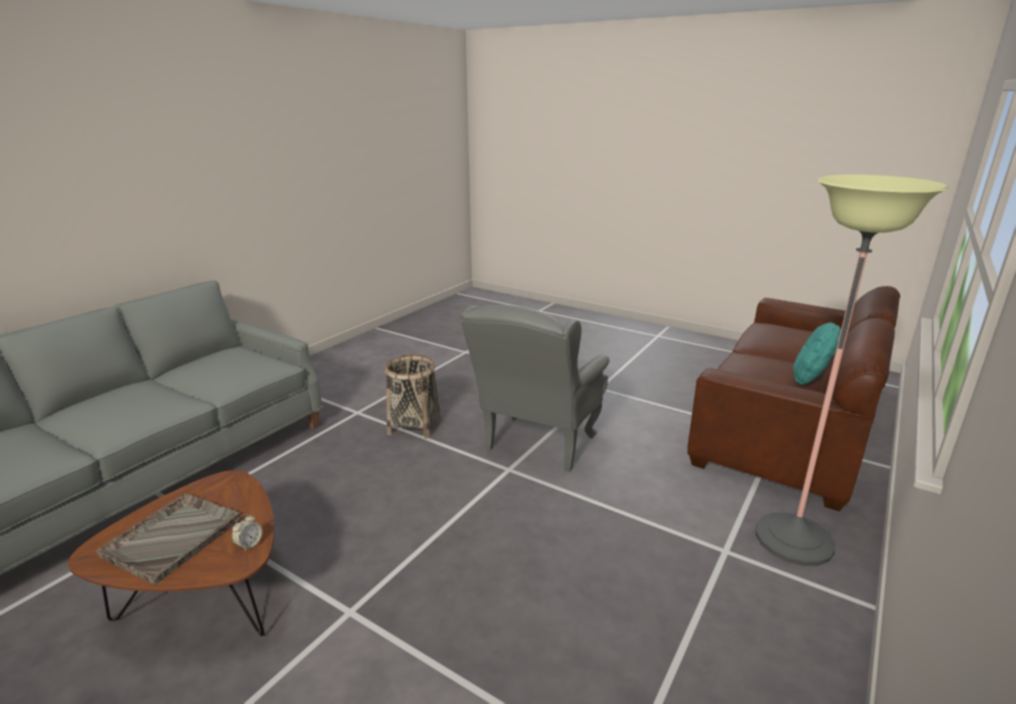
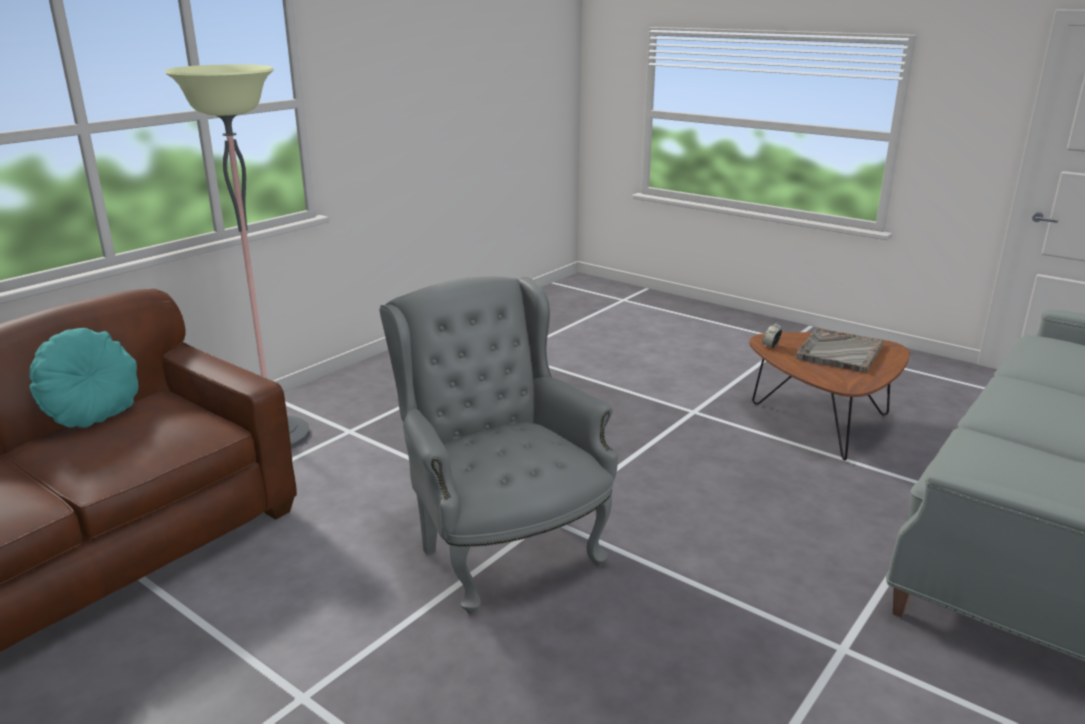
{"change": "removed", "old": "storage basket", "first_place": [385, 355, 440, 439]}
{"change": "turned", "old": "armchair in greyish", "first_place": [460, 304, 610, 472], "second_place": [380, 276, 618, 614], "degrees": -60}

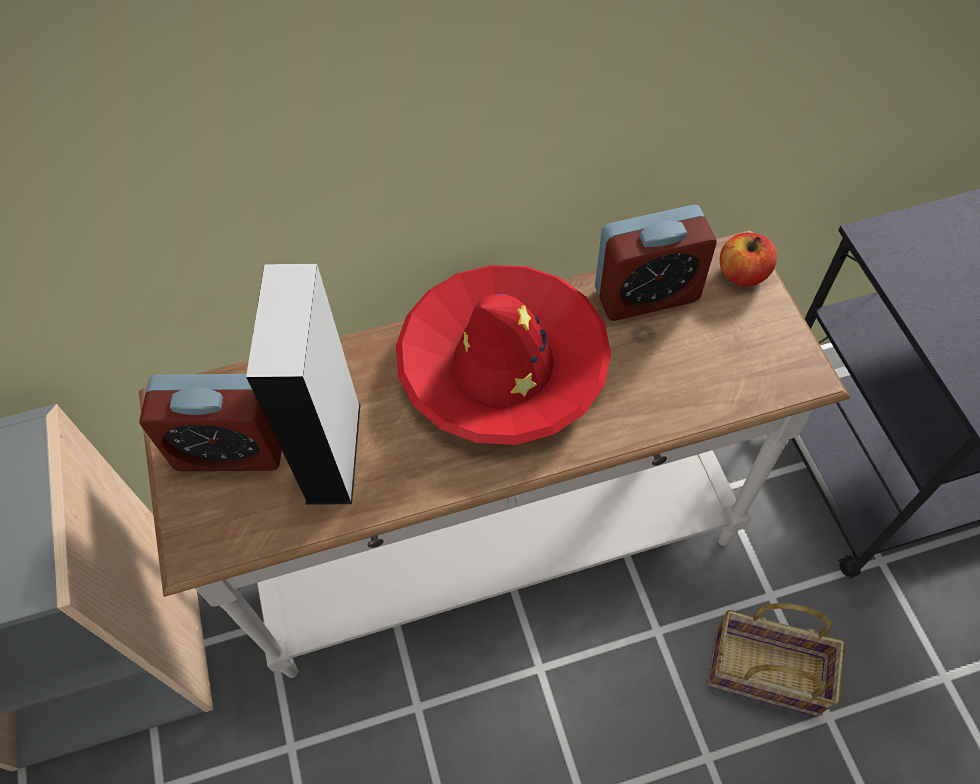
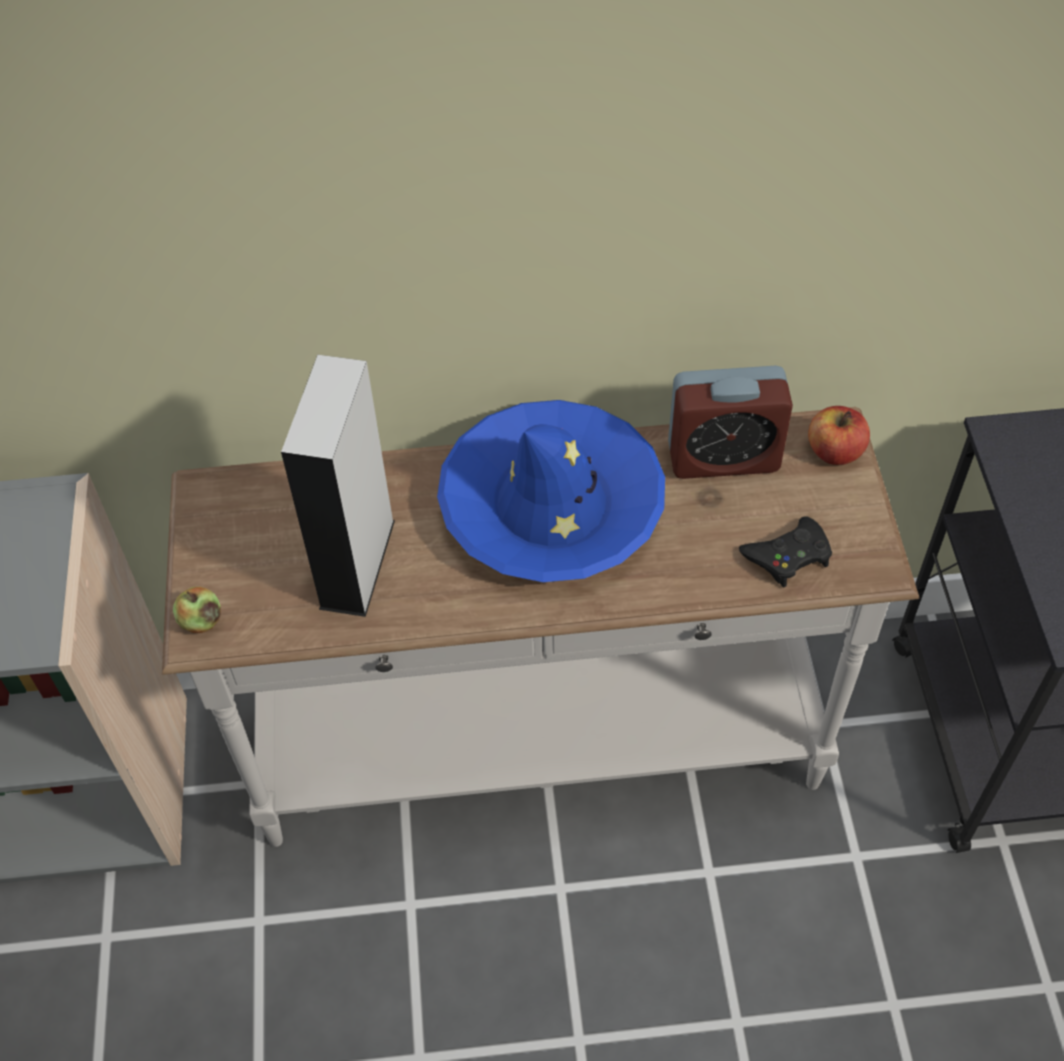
{"change": "removed", "old": "alarm clock", "first_place": [139, 374, 282, 471]}
{"change": "recoloured", "old": "hat in reddish", "new": "hat in bluish", "first_place": [396, 265, 611, 445], "second_place": [437, 400, 665, 582]}
{"change": "removed", "old": "storage basket", "first_place": [707, 603, 845, 717]}
{"change": "added", "new": "apple", "second_place": [173, 587, 221, 633]}
{"change": "added", "new": "gamepad in blackish", "second_place": [739, 516, 832, 587]}

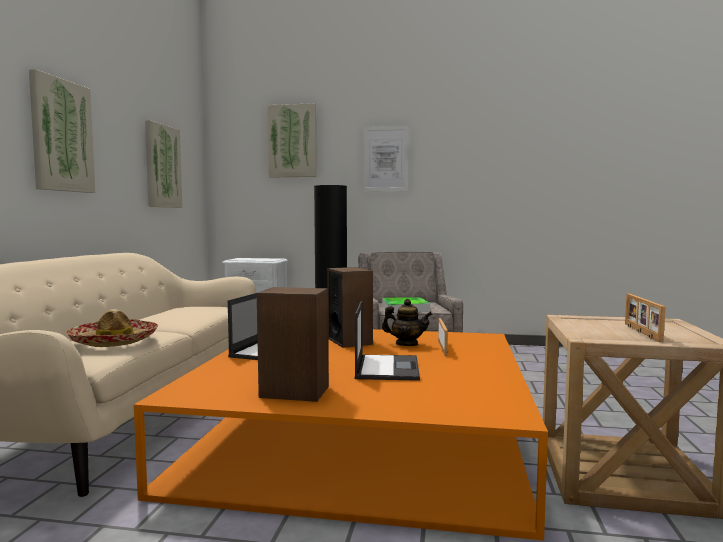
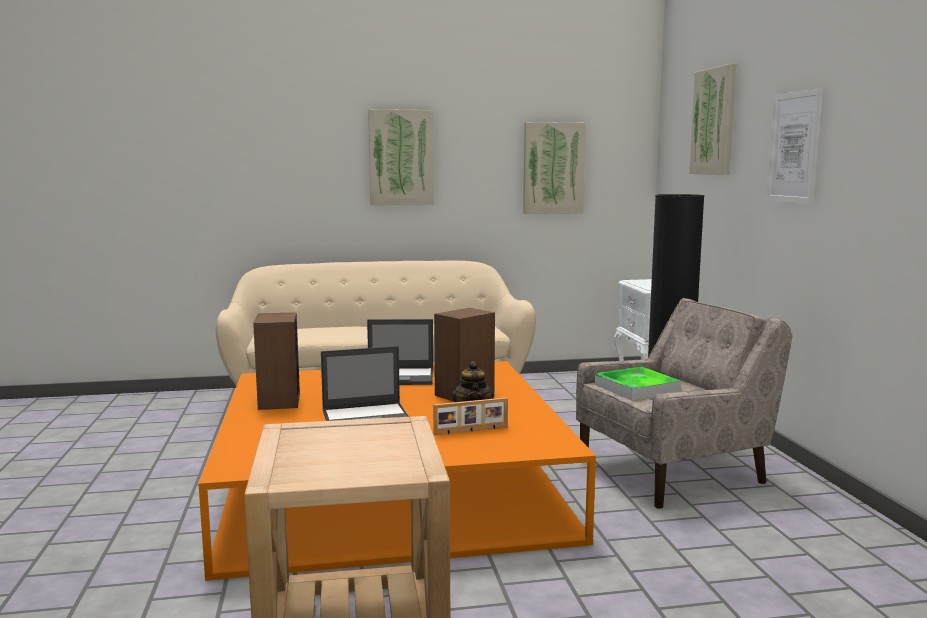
{"change": "removed", "old": "hat", "first_place": [66, 309, 158, 347]}
{"change": "removed", "old": "picture frame", "first_place": [625, 294, 666, 342]}

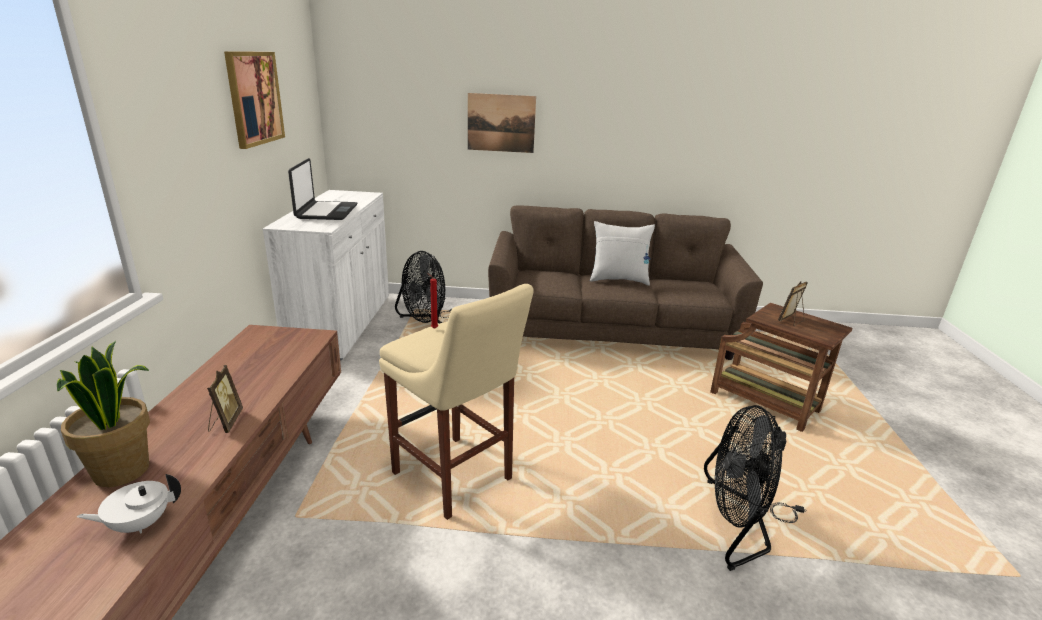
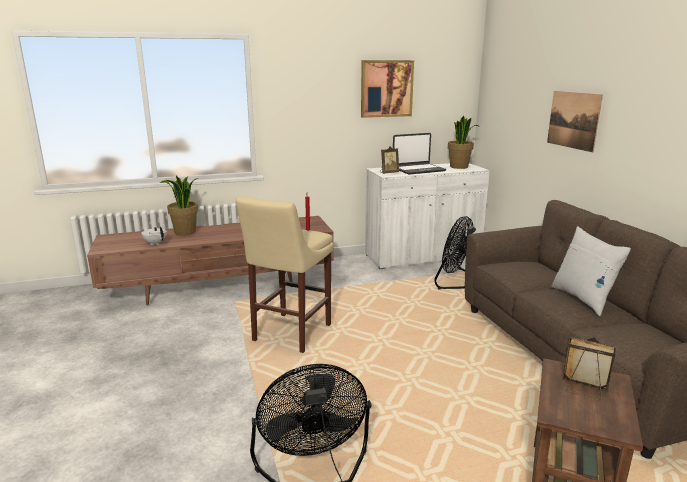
{"change": "moved", "old": "picture frame", "first_place": [207, 365, 243, 433], "second_place": [380, 147, 399, 174]}
{"change": "added", "new": "potted plant", "second_place": [448, 116, 478, 169]}

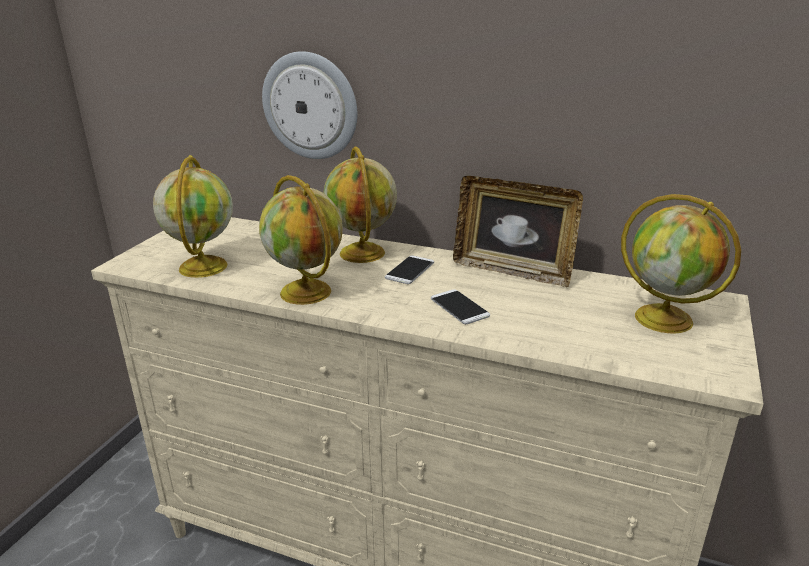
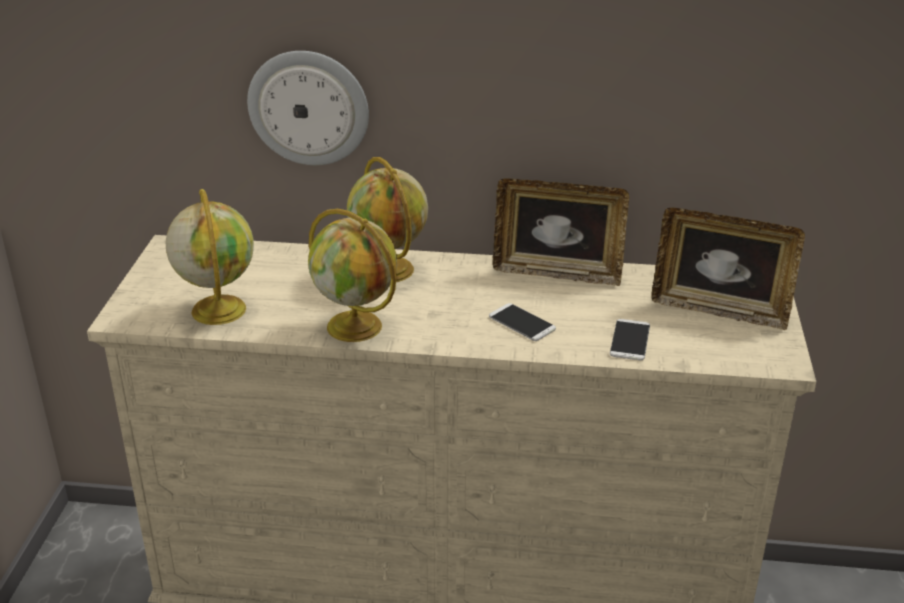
{"change": "moved", "old": "telephone", "first_place": [385, 256, 434, 284], "second_place": [610, 319, 650, 360]}
{"change": "replaced", "old": "world globe", "new": "picture frame", "first_place": [621, 194, 741, 334], "second_place": [651, 208, 805, 330]}

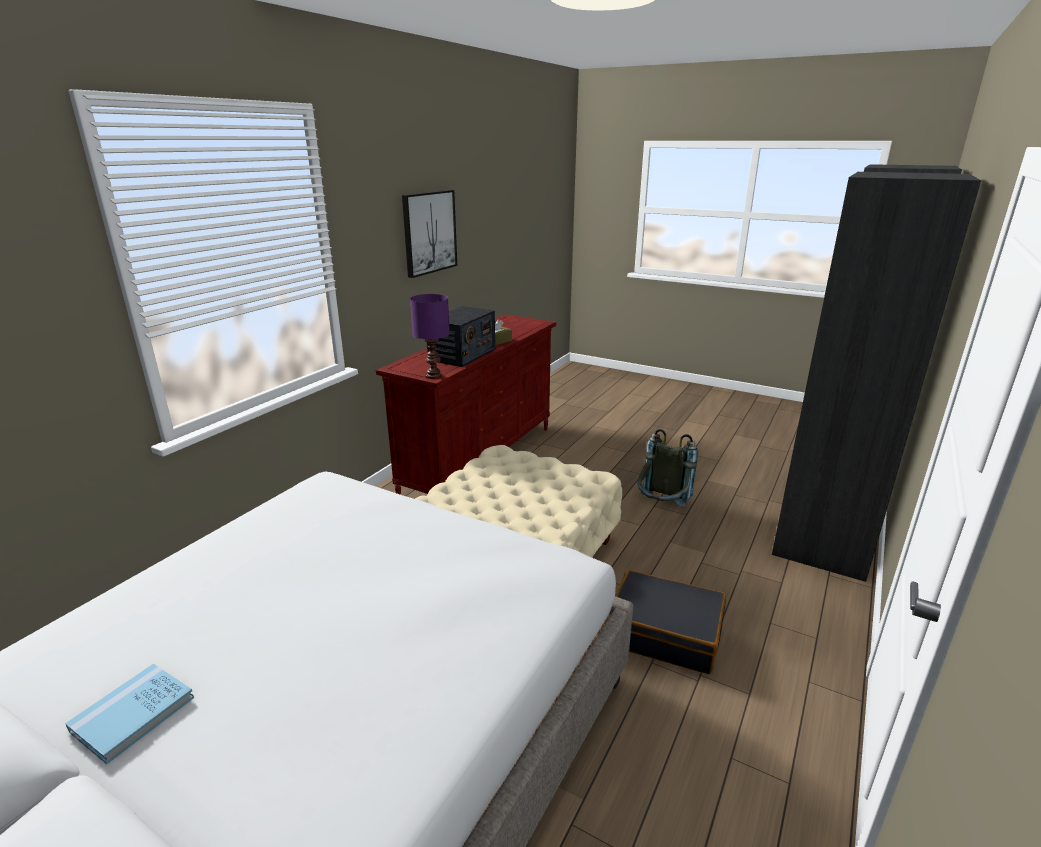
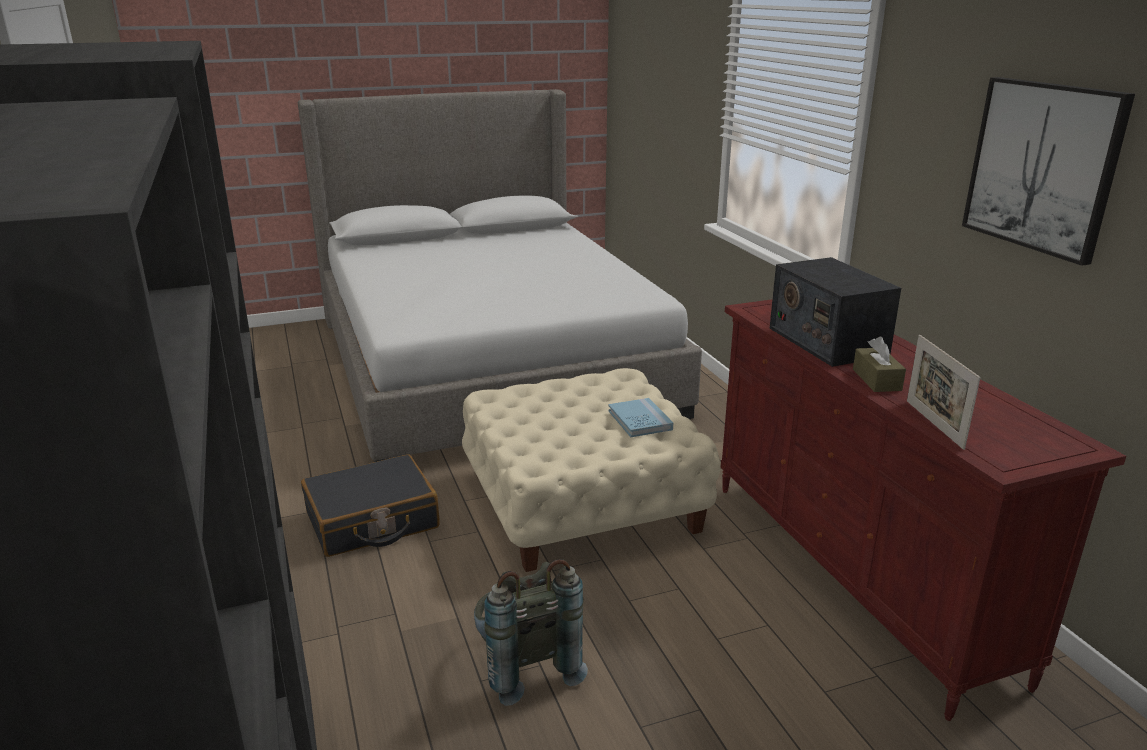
{"change": "moved", "old": "bound book in bluish", "first_place": [65, 664, 194, 764], "second_place": [608, 398, 673, 437]}
{"change": "removed", "old": "table lamp in purplish", "first_place": [410, 294, 450, 379]}
{"change": "added", "new": "picture frame", "second_place": [907, 335, 981, 450]}

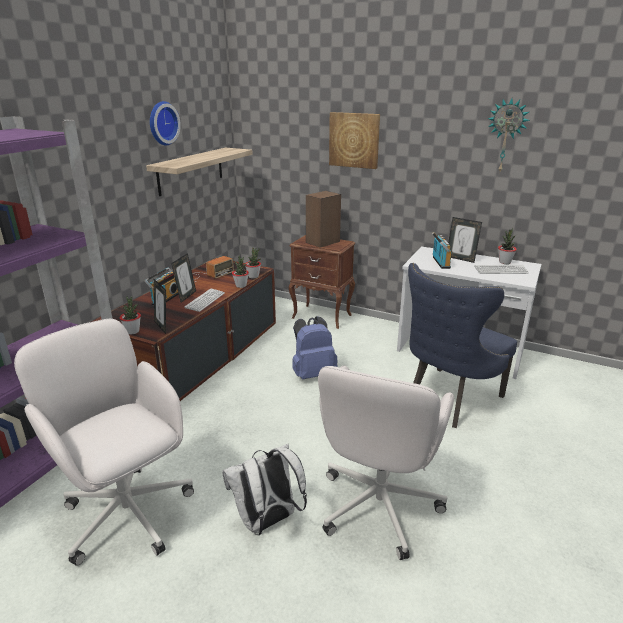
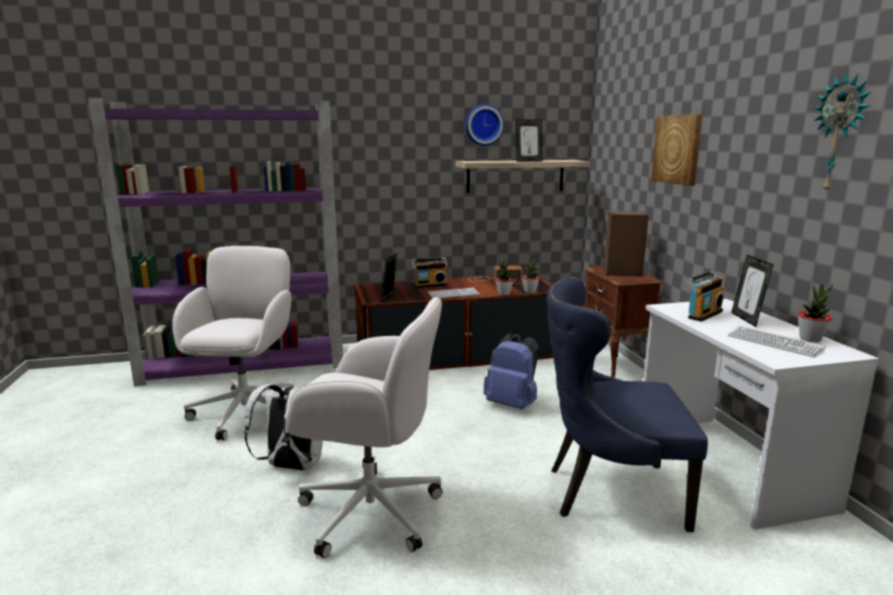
{"change": "removed", "old": "potted plant", "first_place": [120, 296, 141, 334]}
{"change": "moved", "old": "picture frame", "first_place": [171, 253, 196, 303], "second_place": [515, 119, 543, 162]}
{"change": "turned", "old": "computer chair in whitish", "first_place": [318, 365, 454, 560], "second_place": [284, 297, 442, 558], "degrees": -150}

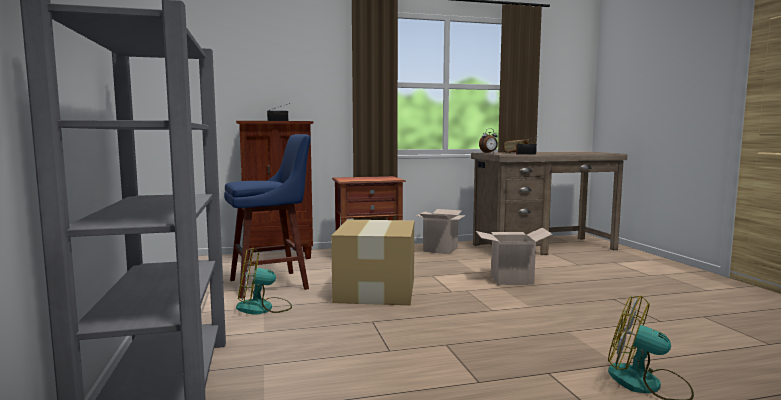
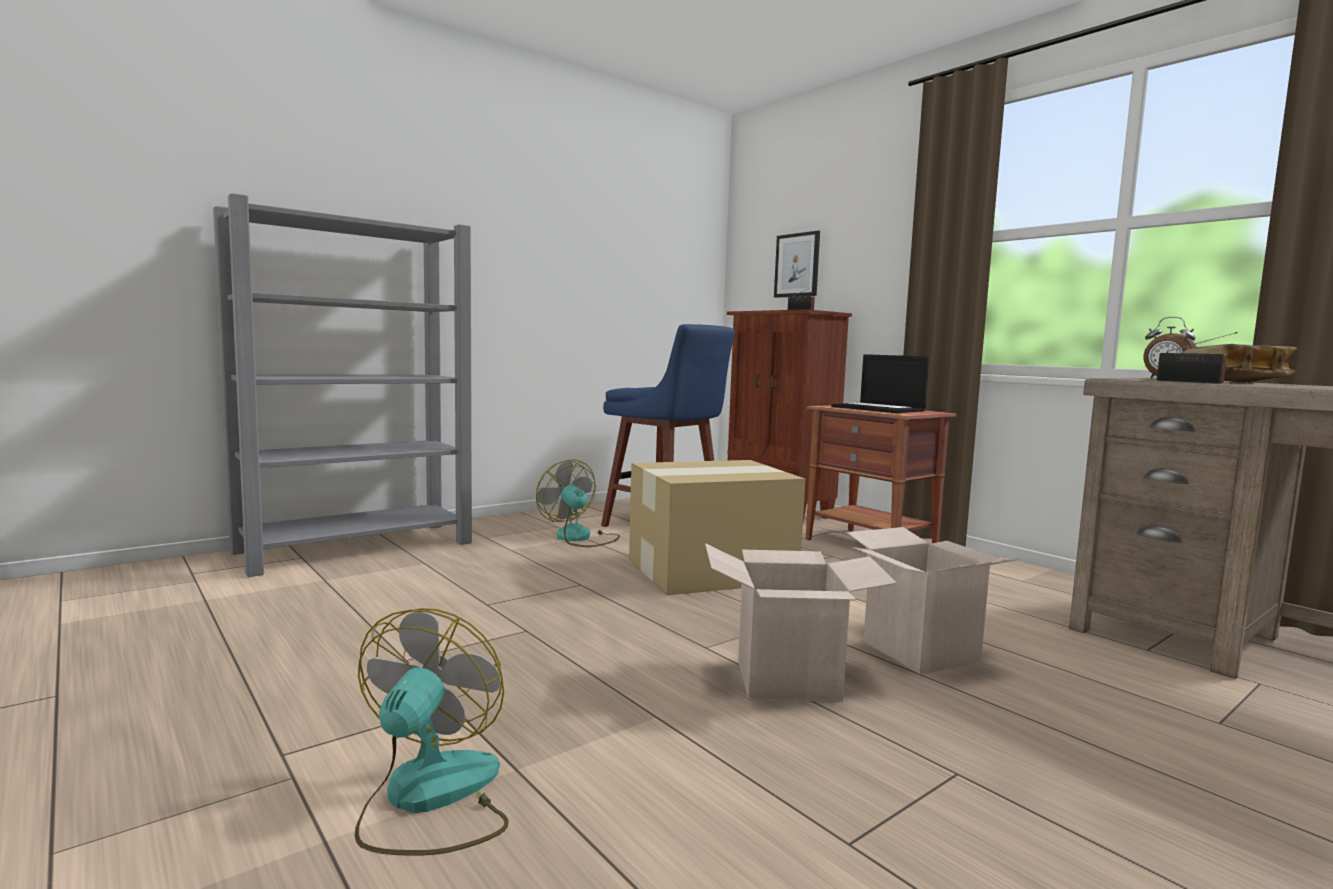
{"change": "moved", "old": "cardboard box", "first_place": [416, 209, 466, 254], "second_place": [705, 543, 897, 702]}
{"change": "added", "new": "wall picture", "second_place": [774, 231, 820, 298]}
{"change": "added", "new": "notebook computer", "second_place": [831, 354, 929, 413]}

